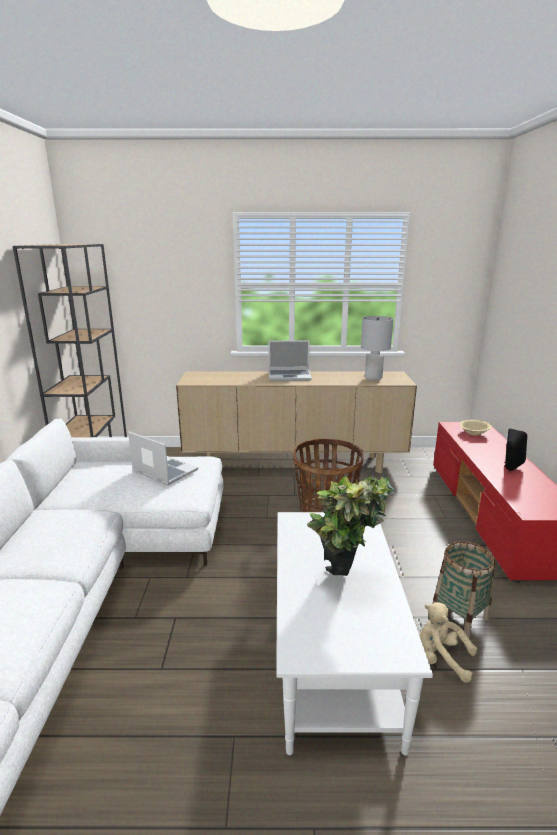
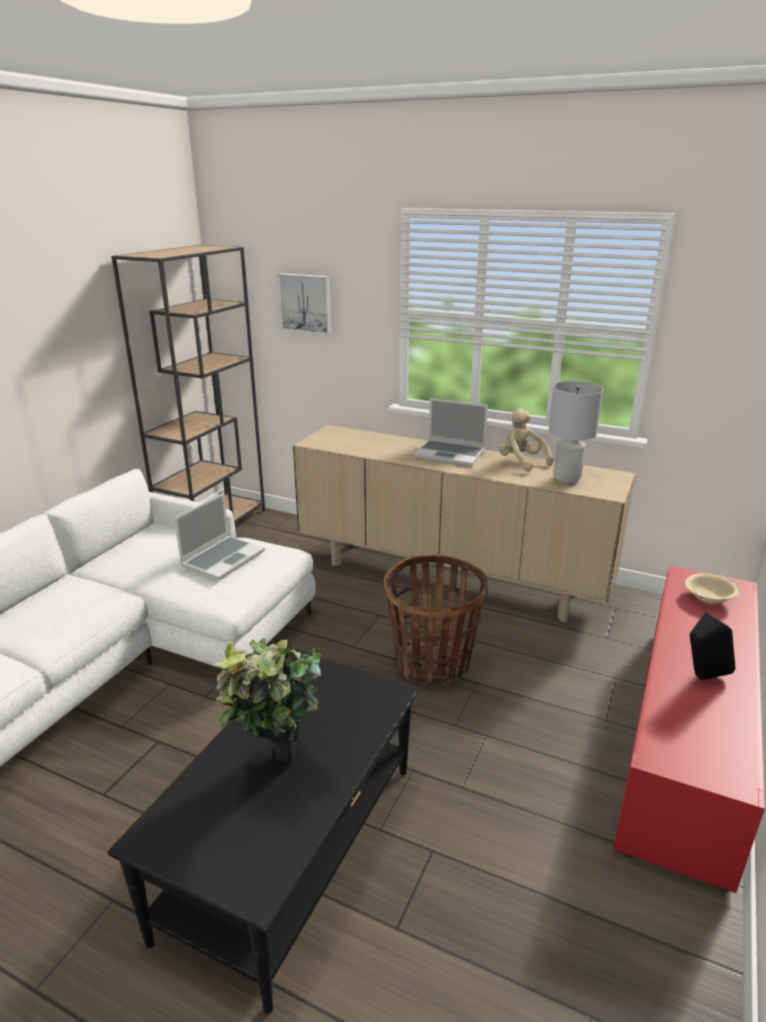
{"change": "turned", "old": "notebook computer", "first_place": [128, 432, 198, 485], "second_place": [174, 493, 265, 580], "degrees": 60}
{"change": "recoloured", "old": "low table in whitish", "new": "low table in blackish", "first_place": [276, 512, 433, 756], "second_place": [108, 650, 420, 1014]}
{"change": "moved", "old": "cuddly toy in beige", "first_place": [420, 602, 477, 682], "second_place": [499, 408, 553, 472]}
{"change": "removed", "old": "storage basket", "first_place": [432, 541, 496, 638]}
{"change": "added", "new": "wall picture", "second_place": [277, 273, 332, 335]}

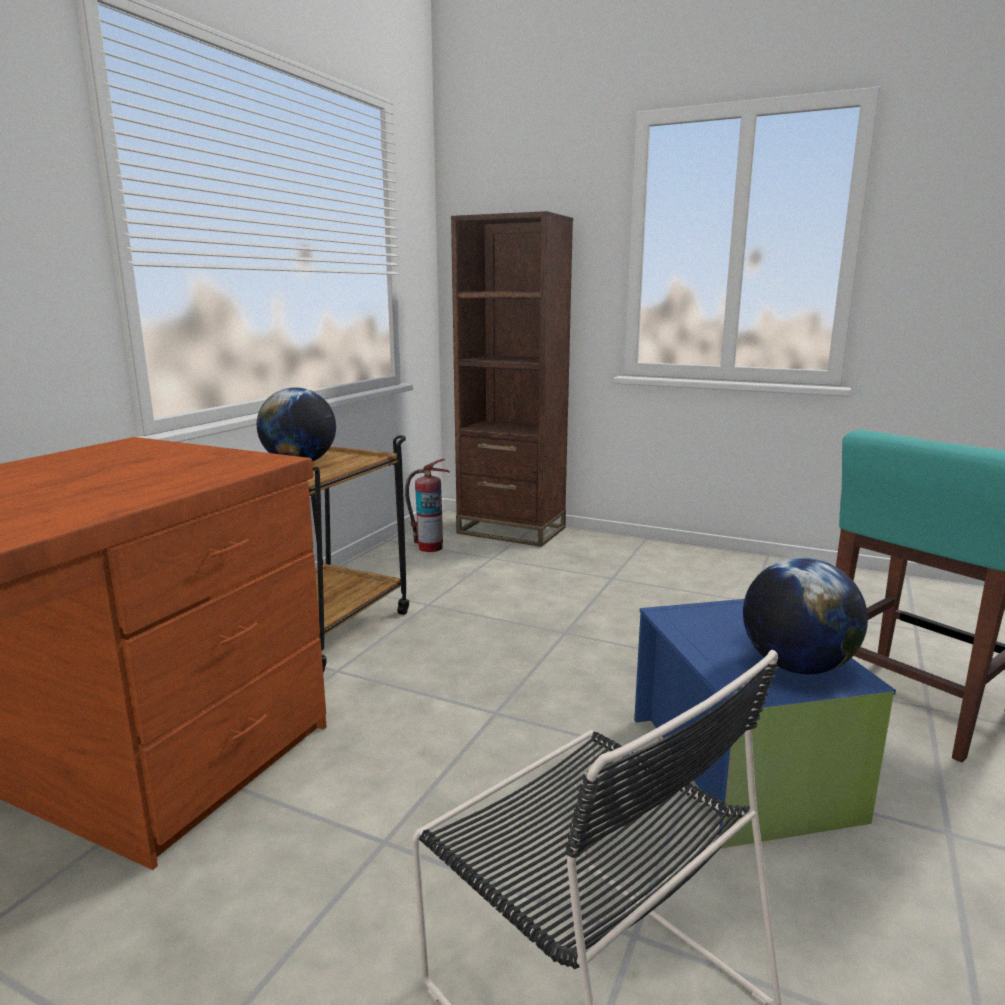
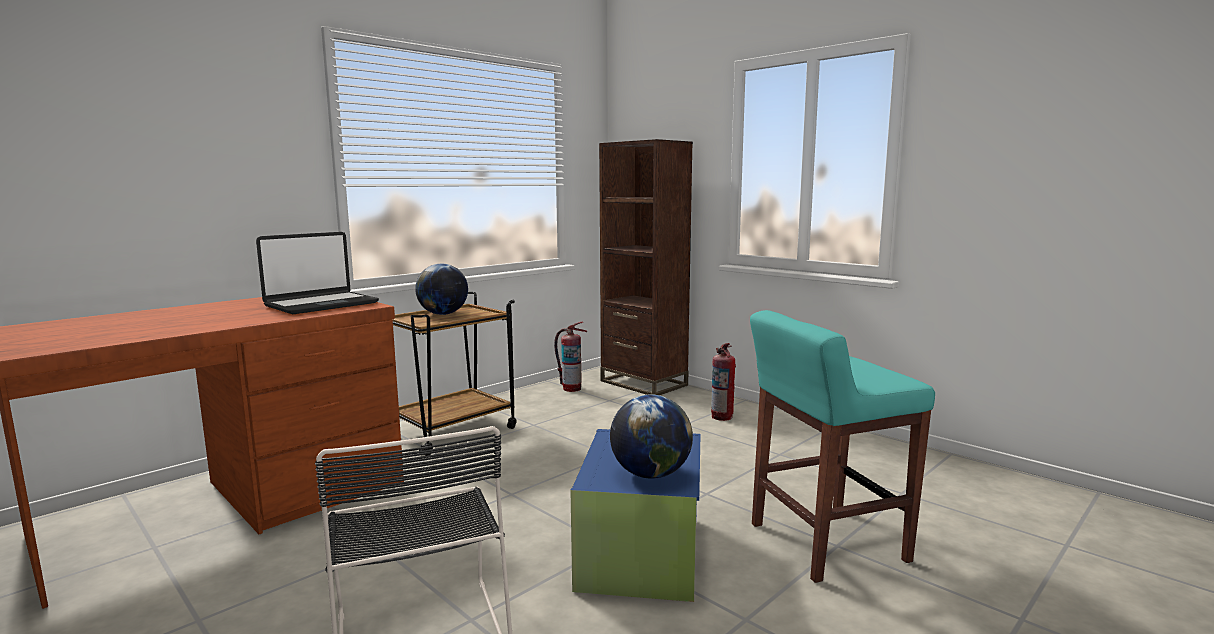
{"change": "added", "new": "notebook computer", "second_place": [256, 232, 379, 314]}
{"change": "added", "new": "extinguisher", "second_place": [711, 343, 736, 421]}

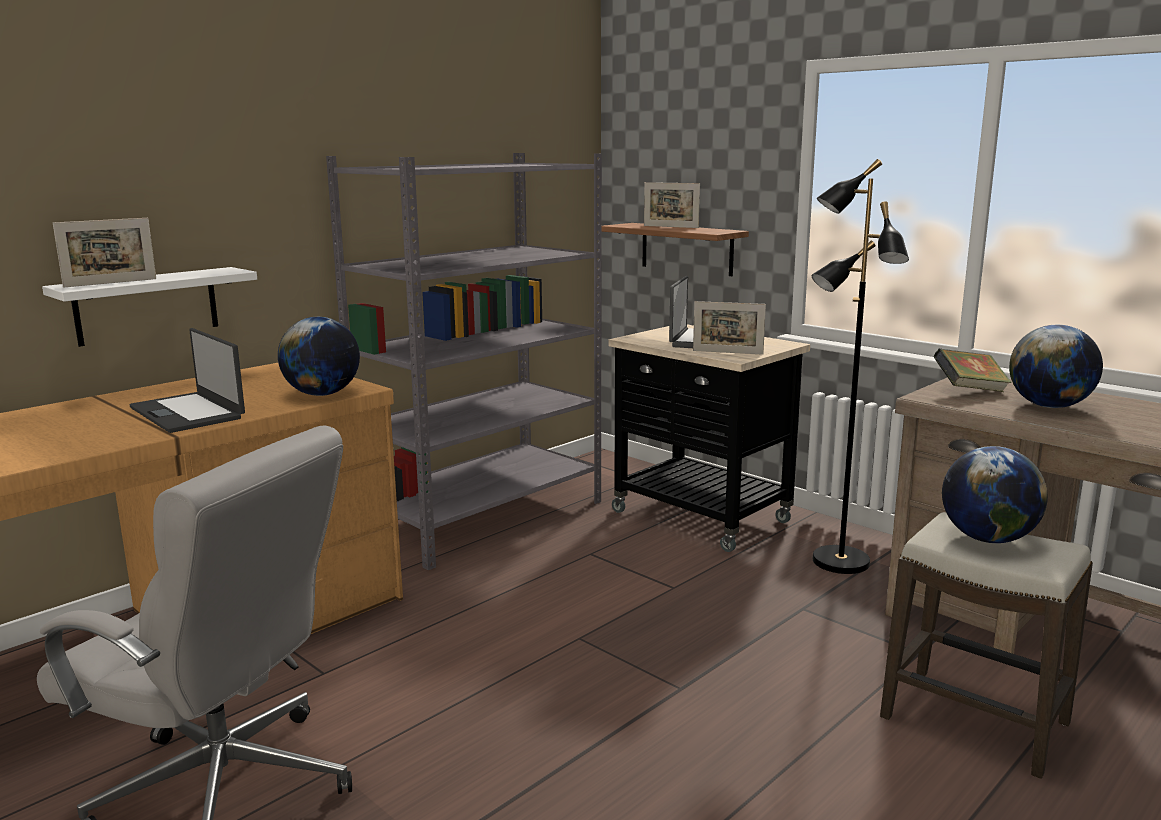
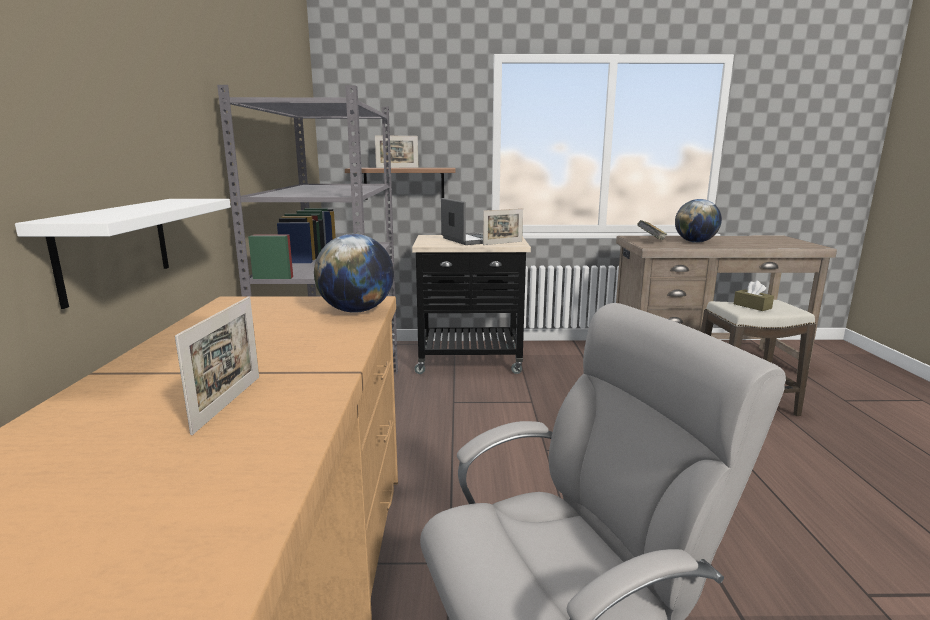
{"change": "moved", "old": "picture frame", "first_place": [53, 218, 156, 287], "second_place": [175, 297, 259, 435]}
{"change": "removed", "old": "notebook computer", "first_place": [129, 328, 245, 433]}
{"change": "removed", "old": "floor lamp in blackish", "first_place": [812, 159, 909, 574]}
{"change": "replaced", "old": "world globe", "new": "box of tissues in brownish", "first_place": [942, 446, 1048, 543], "second_place": [734, 281, 774, 311]}

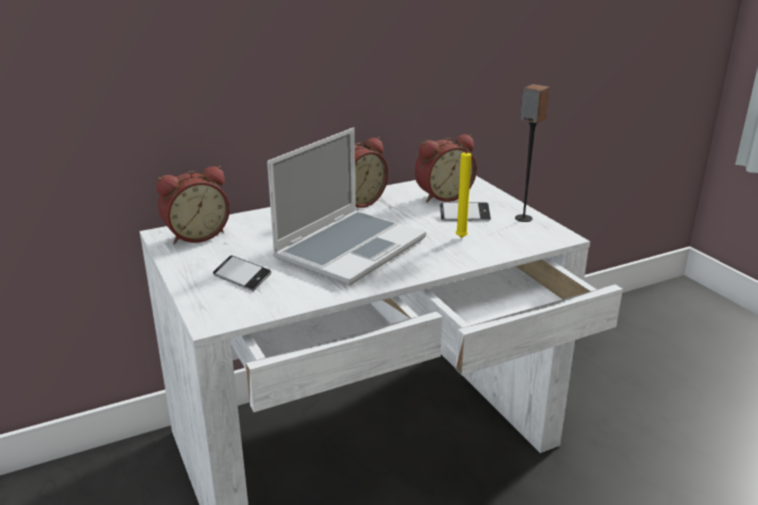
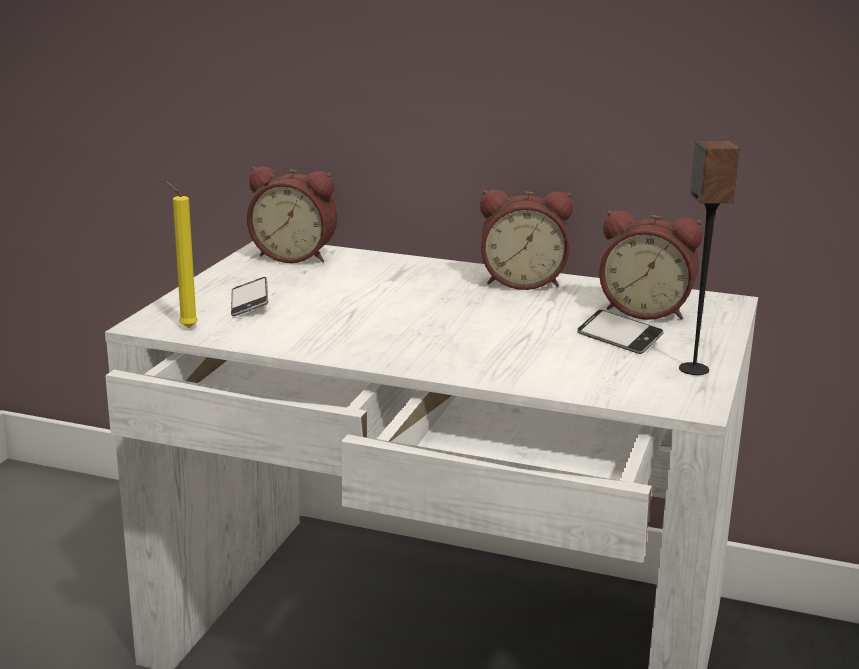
{"change": "removed", "old": "notebook computer", "first_place": [267, 127, 426, 285]}
{"change": "moved", "old": "candle in yellow-coloured", "first_place": [456, 146, 471, 238], "second_place": [165, 181, 198, 328]}

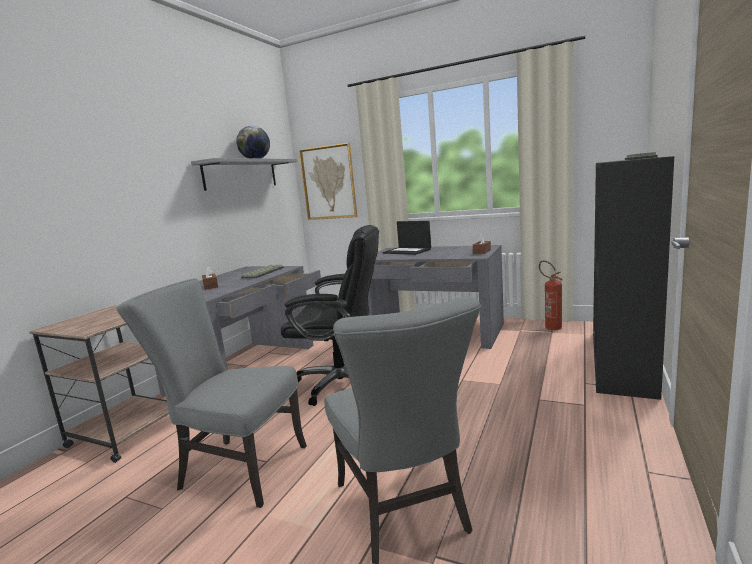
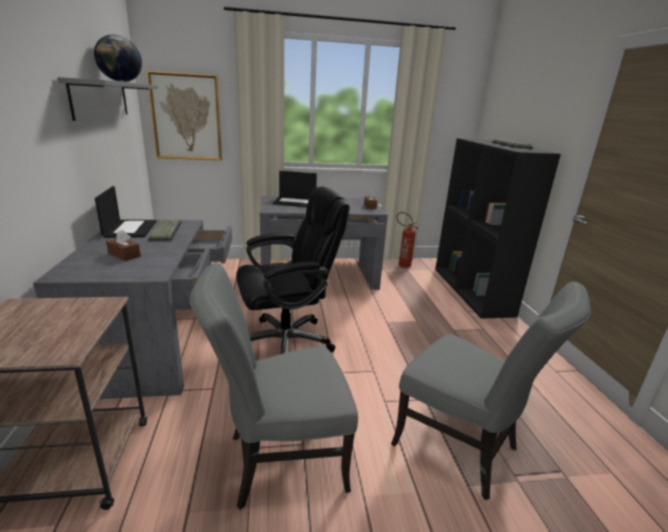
{"change": "added", "new": "notebook computer", "second_place": [95, 186, 157, 238]}

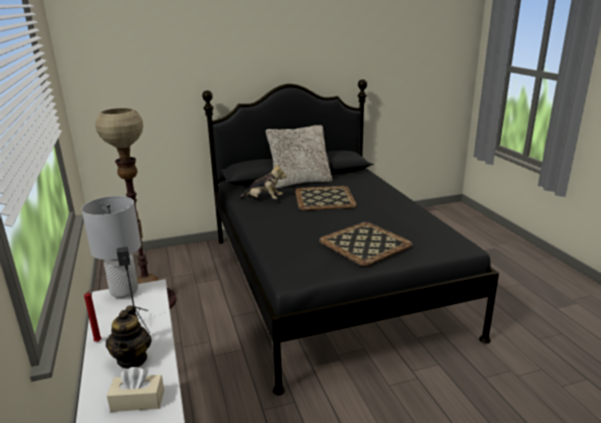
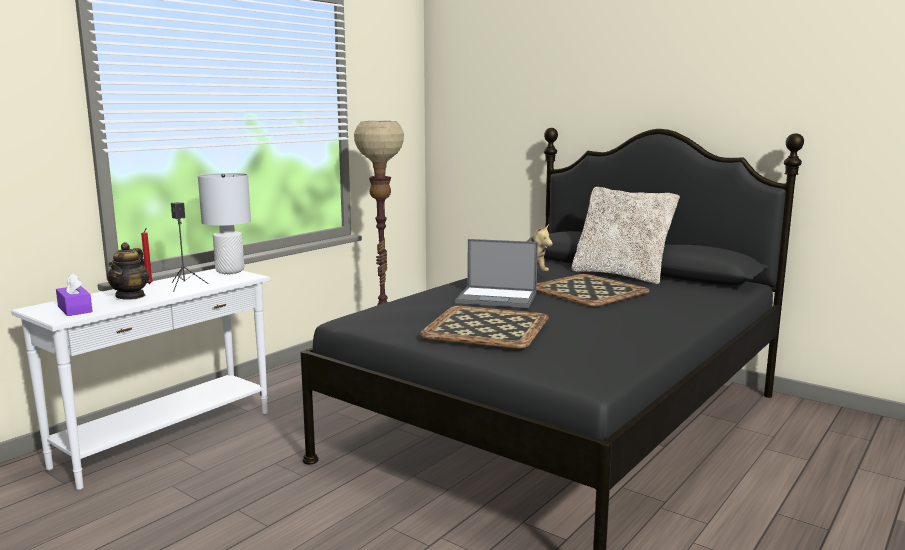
{"change": "turned", "old": "teapot", "first_place": [106, 306, 152, 369], "second_place": [107, 242, 149, 300], "degrees": -45}
{"change": "recoloured", "old": "box of tissues in beige", "new": "box of tissues in purplish", "first_place": [107, 367, 164, 412], "second_place": [56, 273, 93, 316]}
{"change": "added", "new": "notebook computer", "second_place": [455, 239, 538, 308]}

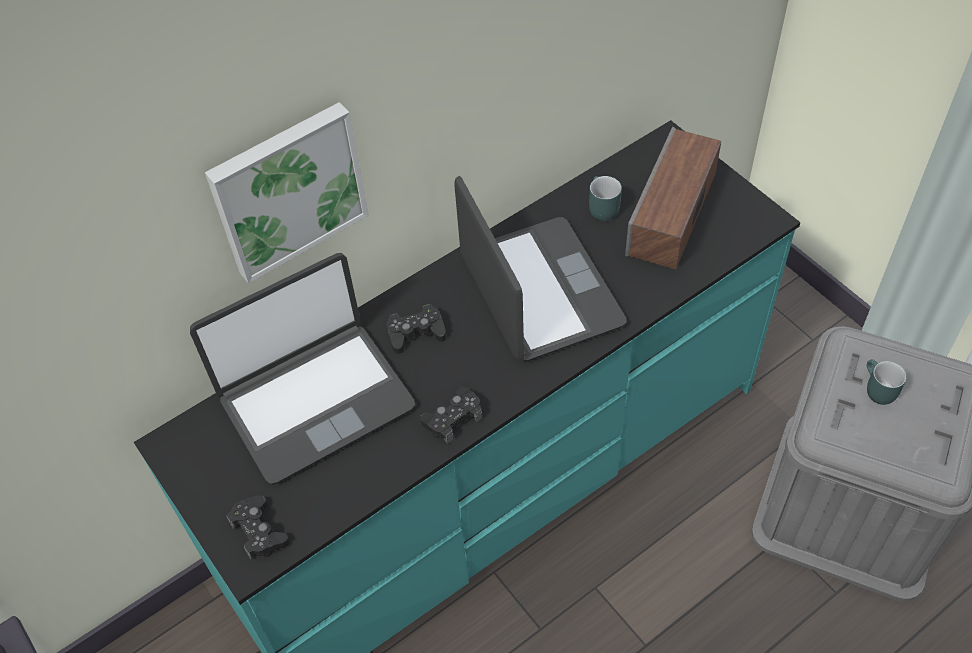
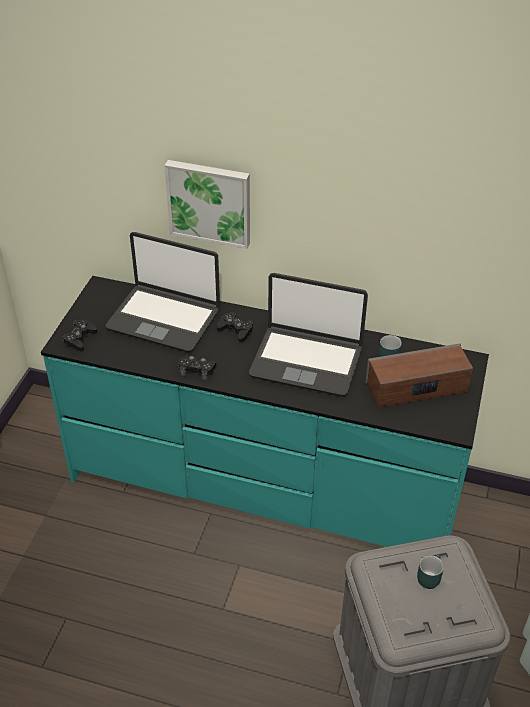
{"change": "turned", "old": "notebook computer", "first_place": [454, 176, 627, 362], "second_place": [249, 273, 368, 397], "degrees": 75}

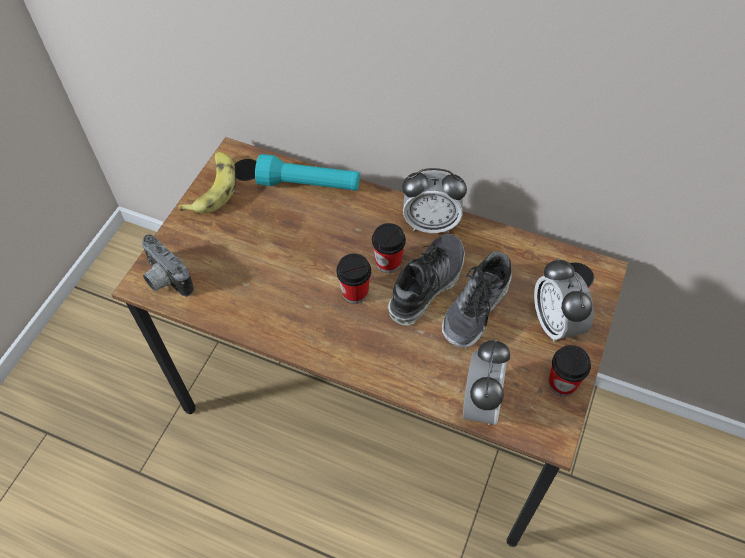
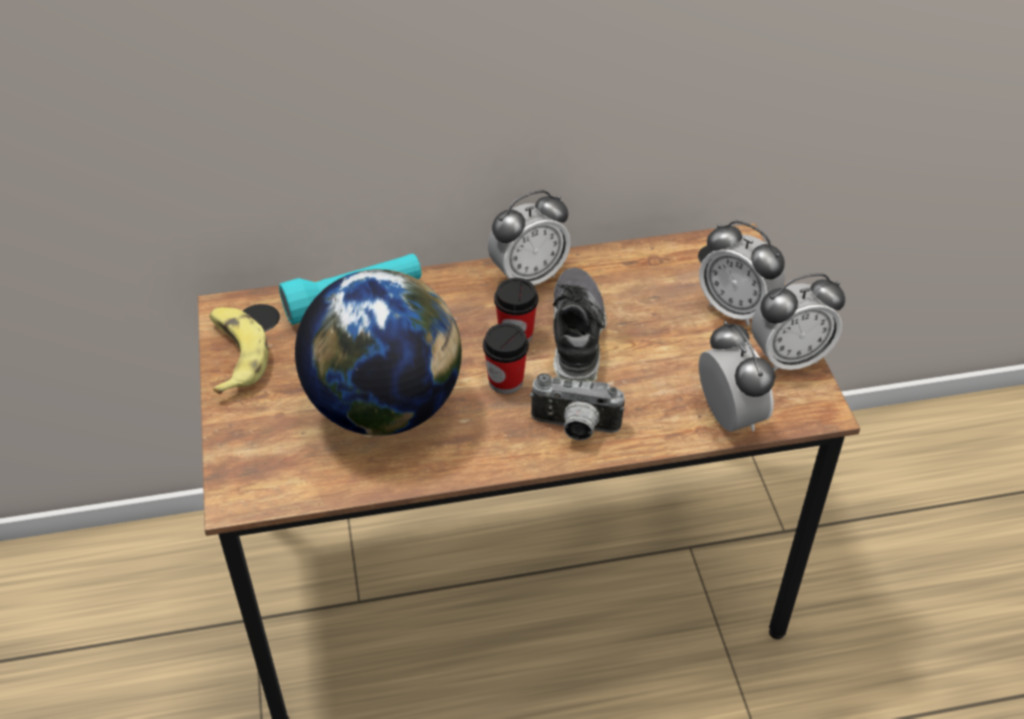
{"change": "moved", "old": "photo camera", "first_place": [142, 234, 194, 297], "second_place": [530, 373, 625, 440]}
{"change": "removed", "old": "item of footwear", "first_place": [442, 251, 512, 348]}
{"change": "replaced", "old": "cup", "new": "alarm clock", "first_place": [549, 345, 591, 396], "second_place": [751, 273, 845, 372]}
{"change": "added", "new": "world globe", "second_place": [295, 269, 462, 436]}

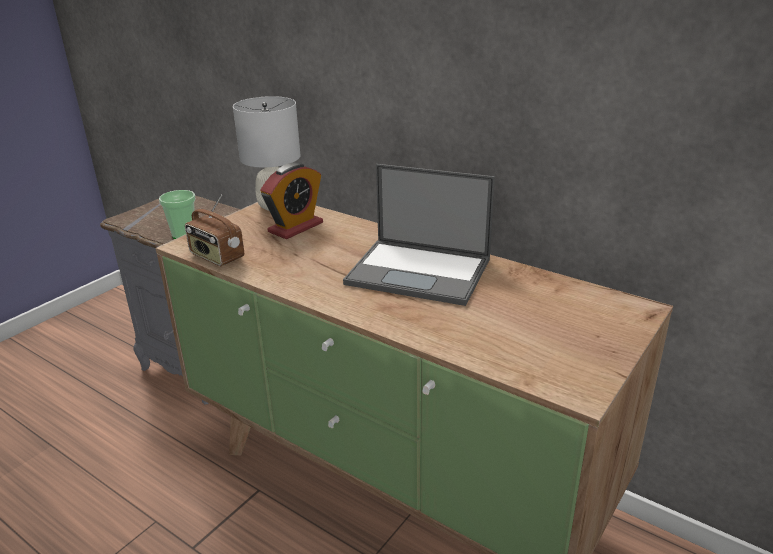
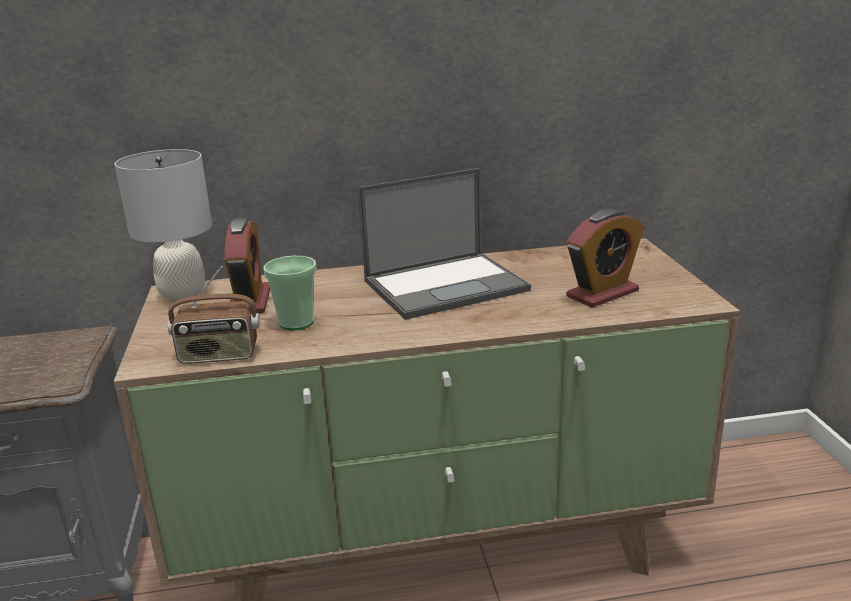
{"change": "moved", "old": "cup", "first_place": [159, 190, 195, 239], "second_place": [263, 256, 317, 330]}
{"change": "added", "new": "alarm clock", "second_place": [566, 209, 644, 308]}

